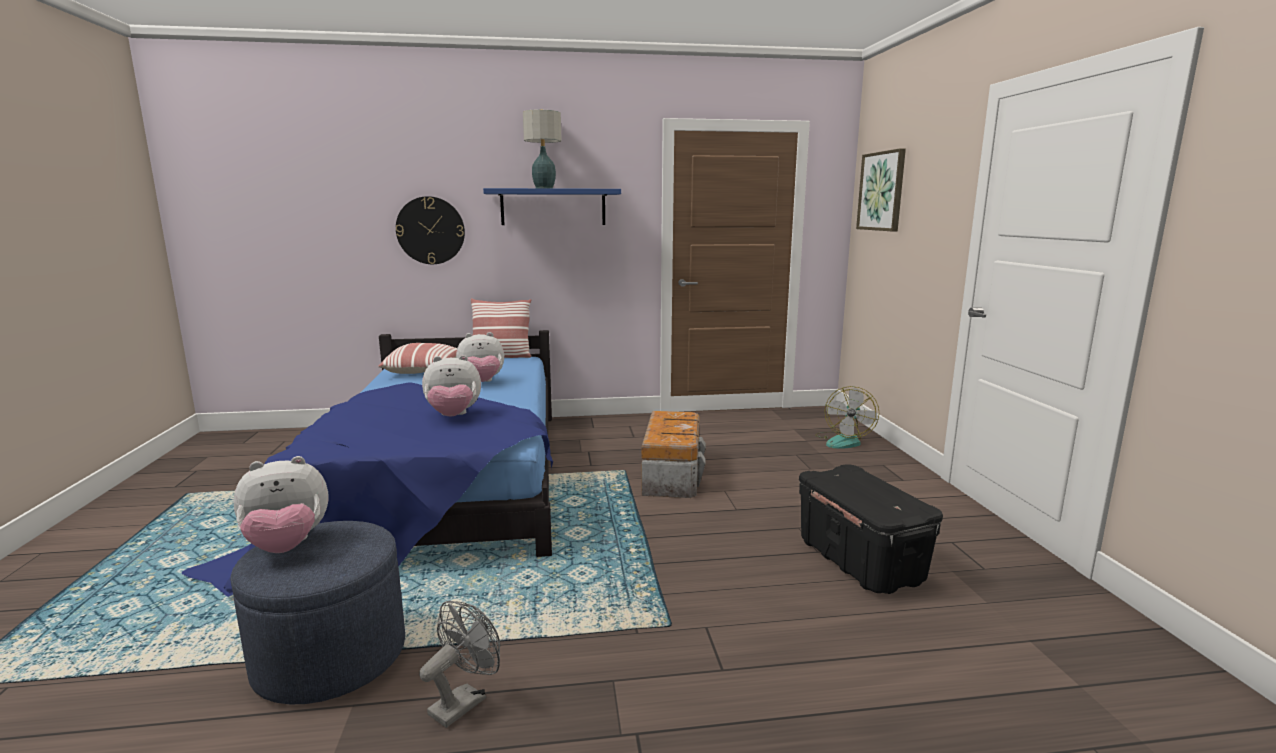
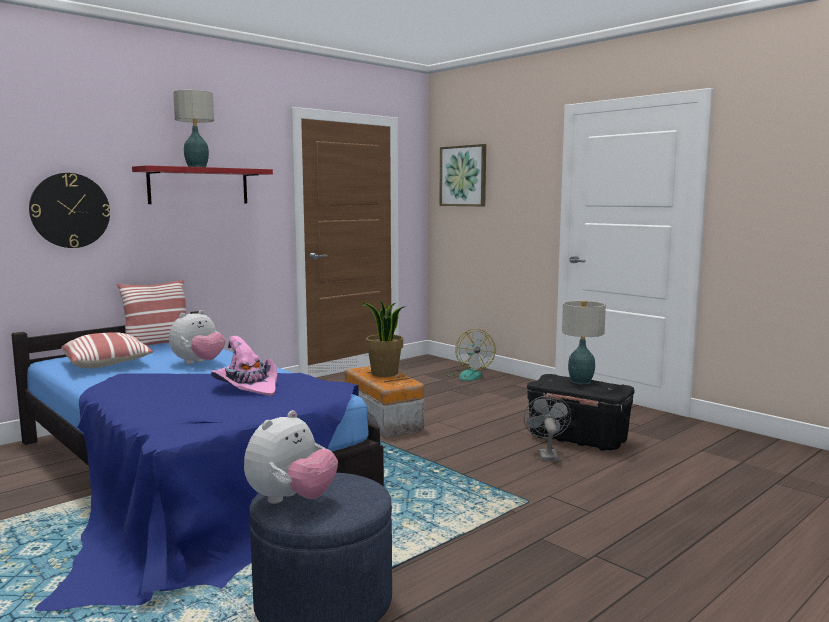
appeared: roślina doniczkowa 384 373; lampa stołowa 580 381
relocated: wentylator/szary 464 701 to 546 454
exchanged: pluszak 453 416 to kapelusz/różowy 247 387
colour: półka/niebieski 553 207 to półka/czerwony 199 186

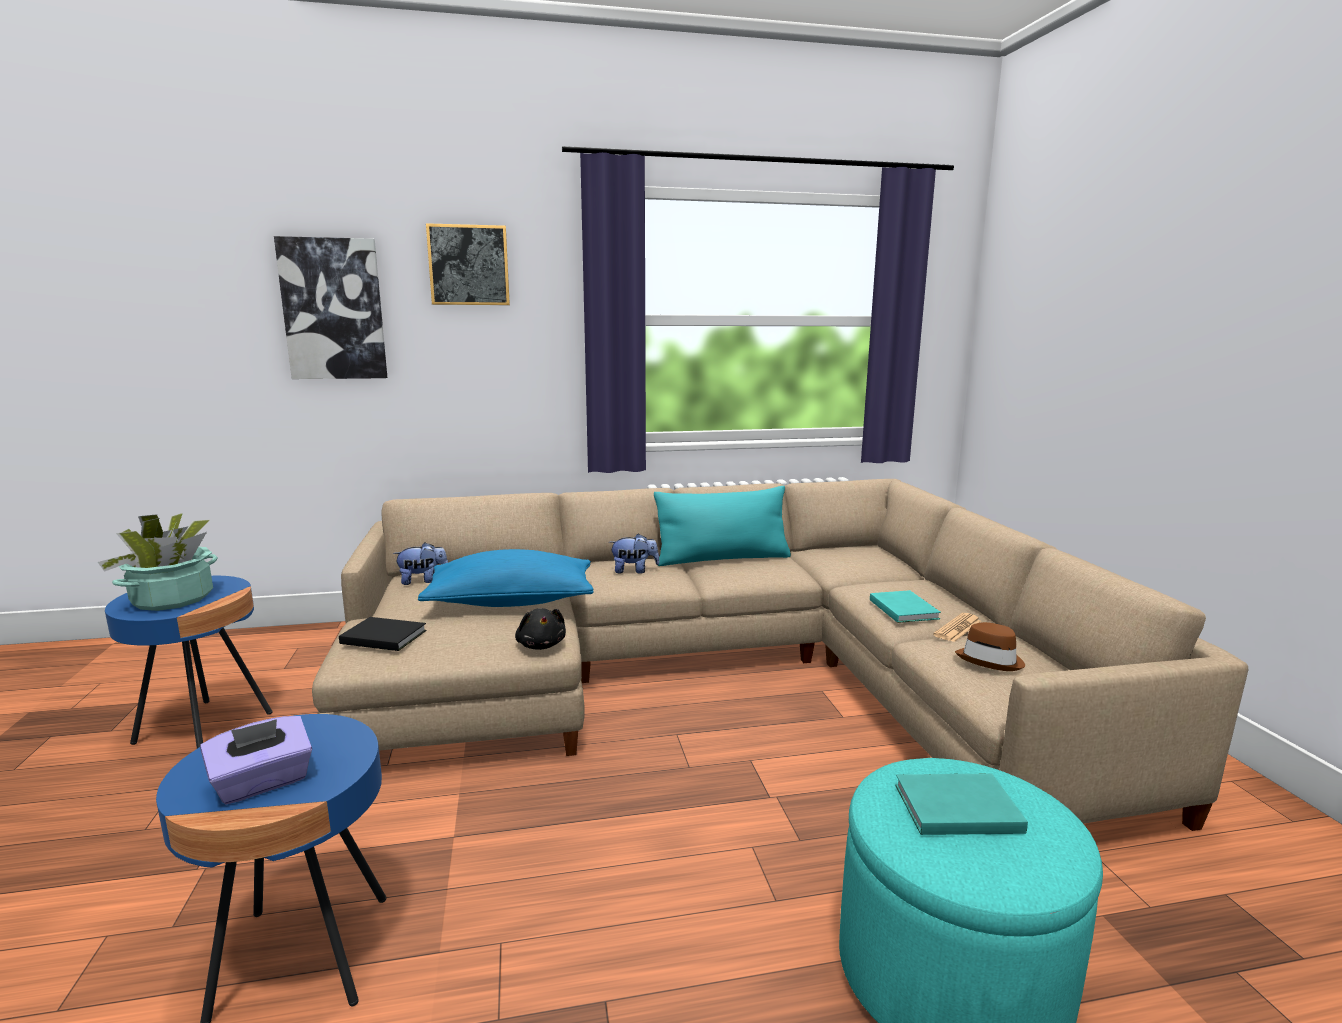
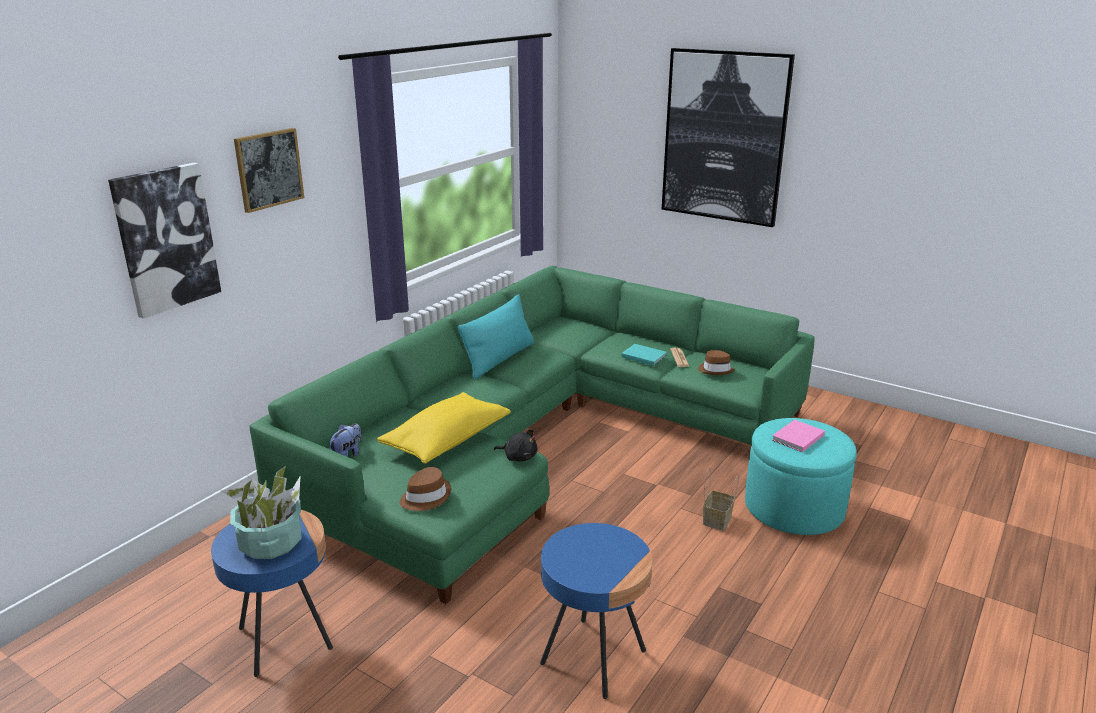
missing: pudełko chusteczek/fioletowy 262 783; pluszak 634 571
appeared: obraz 724 137; koszyk 717 520
exchanged: książka/czarny 382 636 to kapelusz/brązowy 425 497
colour: kanapa/beżowy 721 674 to kanapa/zielony 537 437; poduszka/niebieski 511 602 to poduszka/żółty 446 441; książka/turkusowy 953 807 to książka/różowy 796 438

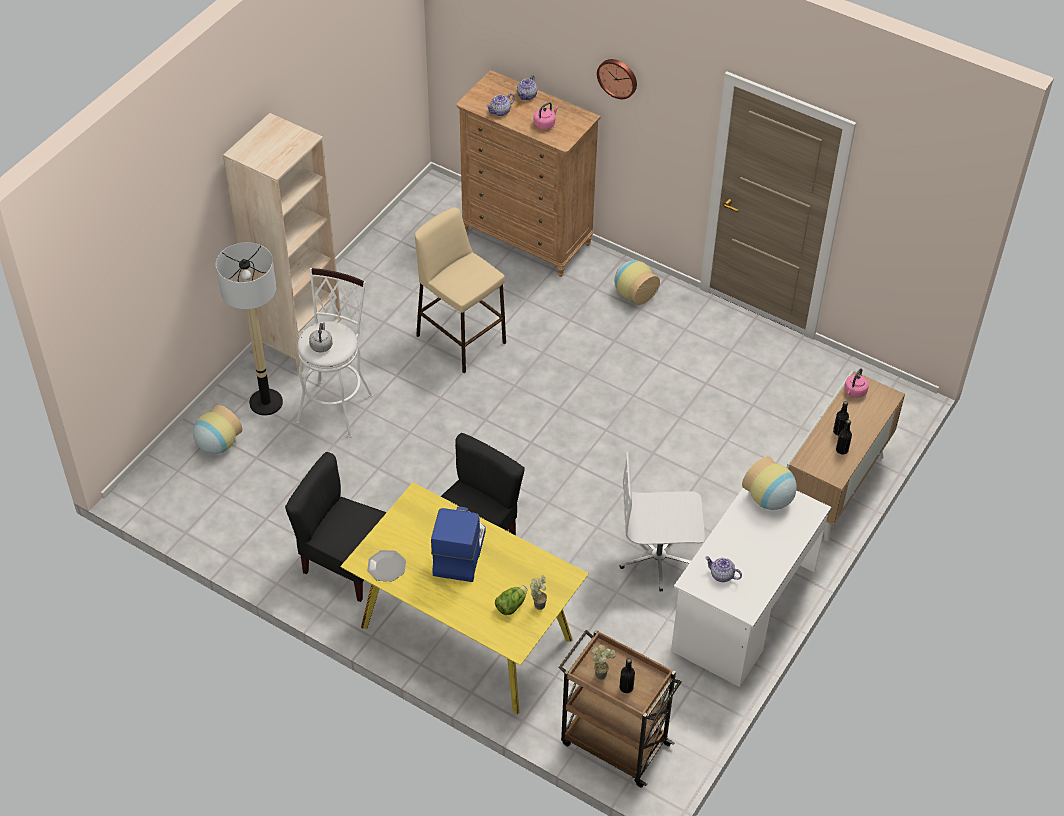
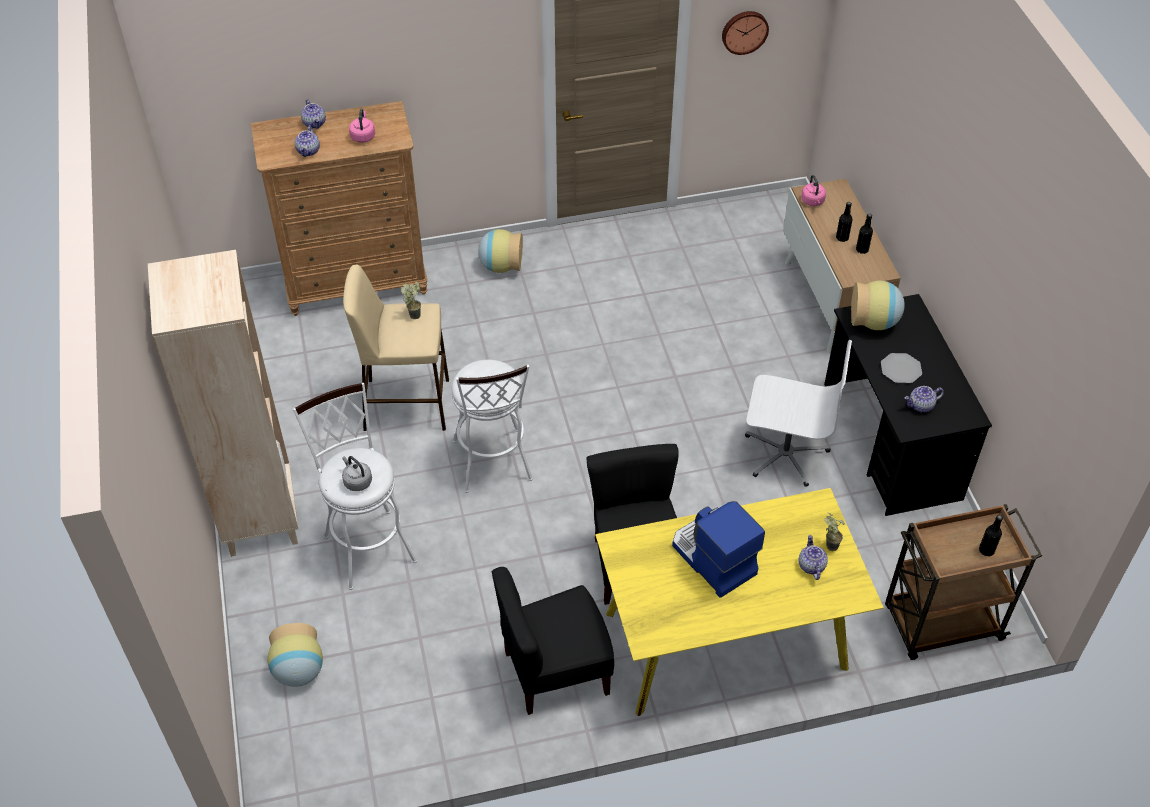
missing: lampa stojąca 266 402
appeared: stołek/biały 493 466
relocated: talerz 386 566 to 900 369; roślina doniczkowa 602 672 to 414 313; zegar ścienny 618 77 to 744 31
exchanged: sałata 511 605 to imbryk 811 565
colour: biurko/biały 743 610 to biurko/czarny 891 441
spun: krzesło biurowe/biały 659 558 = 785 453 120 degrees counterclockwise

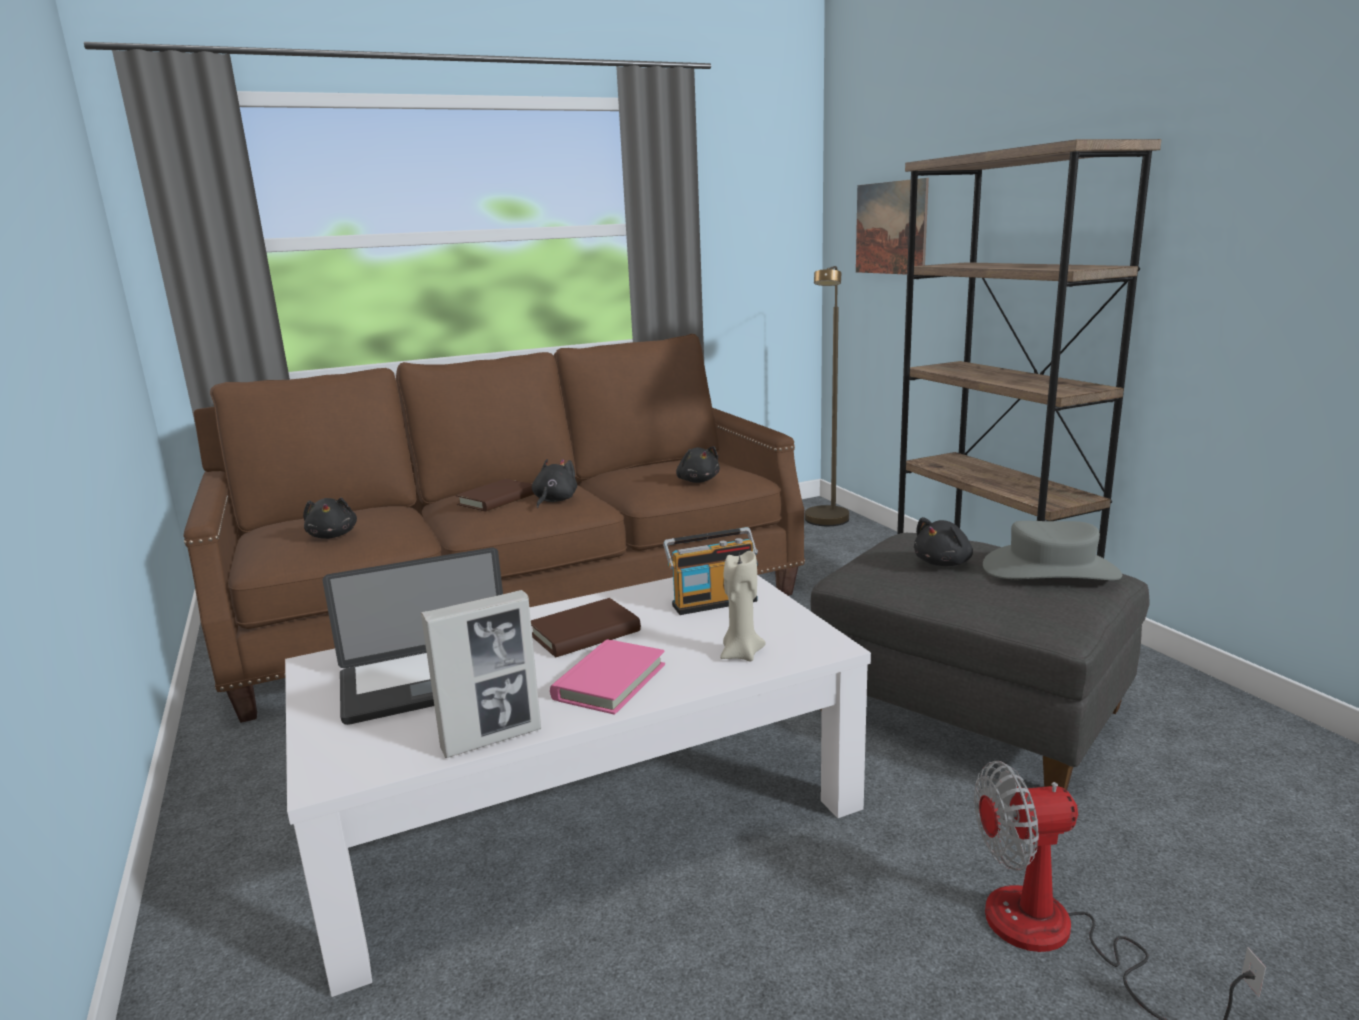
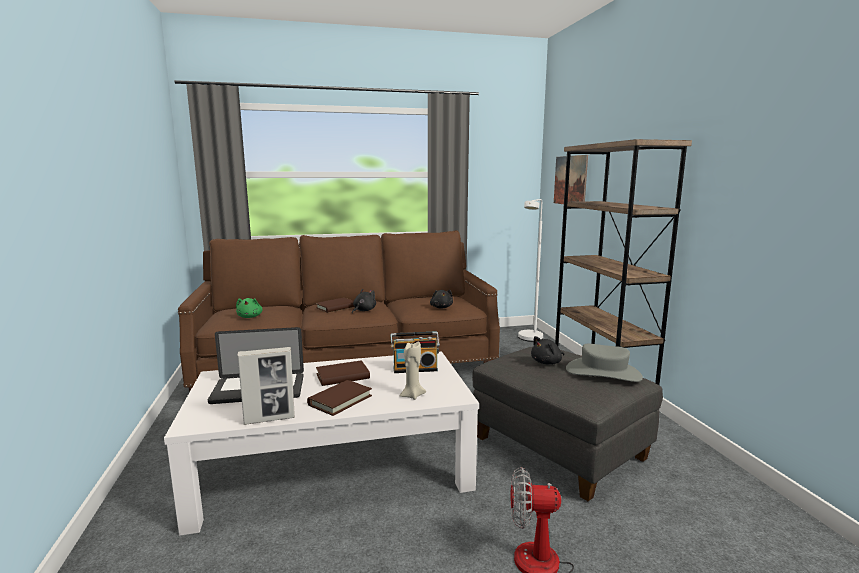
colour: pluszak/czarny 333 535 to pluszak/zielony 250 317; książka/różowy 609 681 to książka/brązowy 340 400; lampa stojąca/brązowy 826 523 to lampa stojąca/biały 529 339

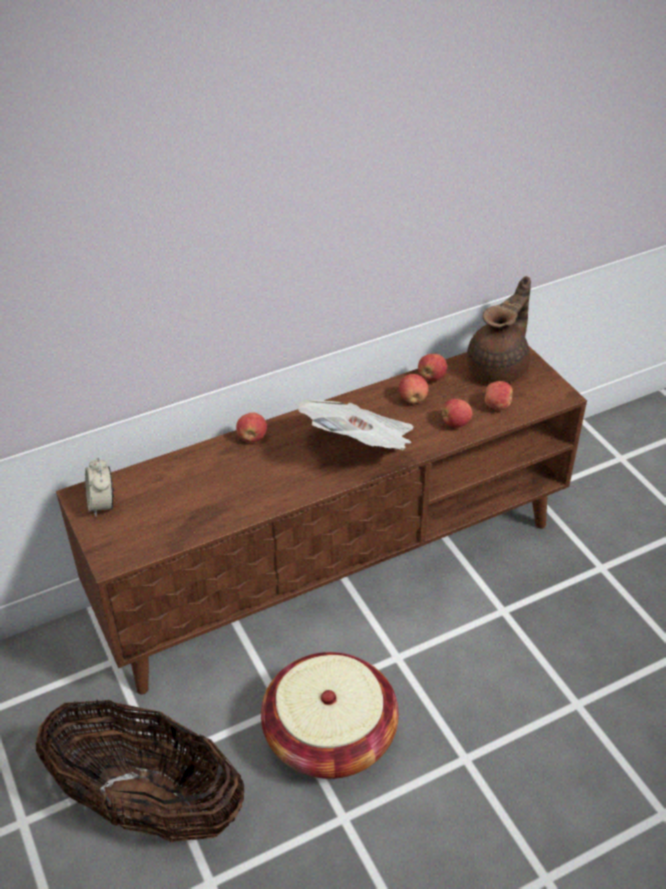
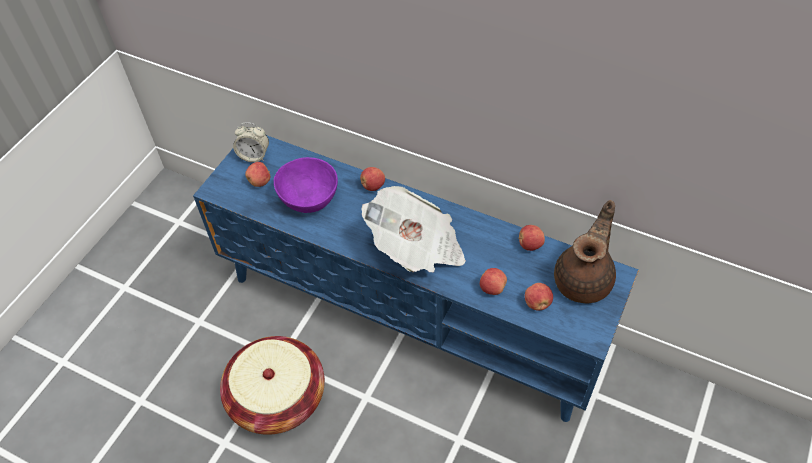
missing: koszyk 148 804
appeared: miska/fioletowy 309 198
relocated: jabłko 412 399 to 260 181
colour: szafka pod telewizor/brązowy 335 567 to szafka pod telewizor/niebieski 411 314
spun: budzik 102 504 = 254 156 120 degrees counterclockwise; imbryk/brązowy 499 367 = 584 280 60 degrees counterclockwise

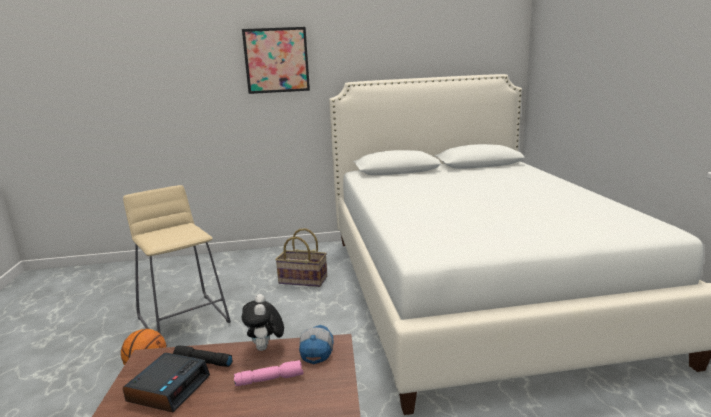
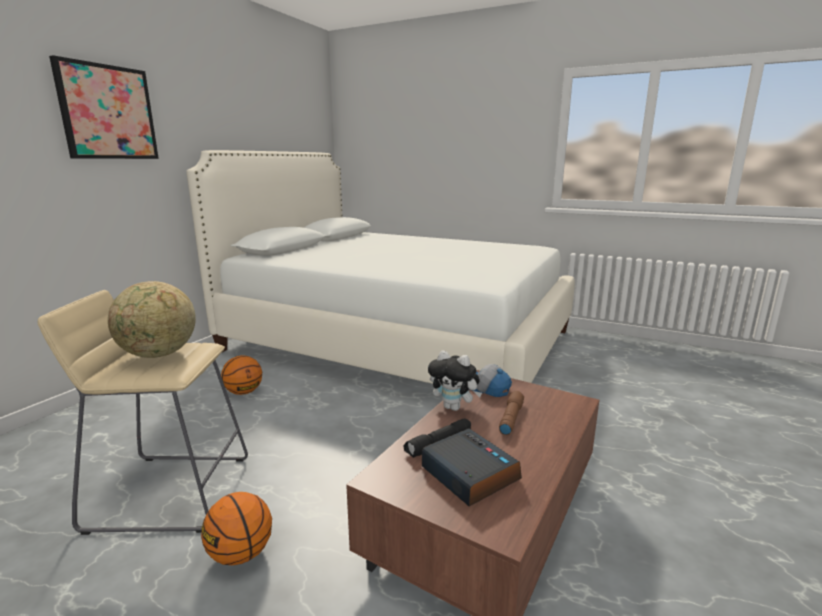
appeared: globus 159 355
exchanged: koszyk 302 280 to piłka do koszykówki 244 392
colour: latarka/różowy 270 379 to latarka/brązowy 510 418

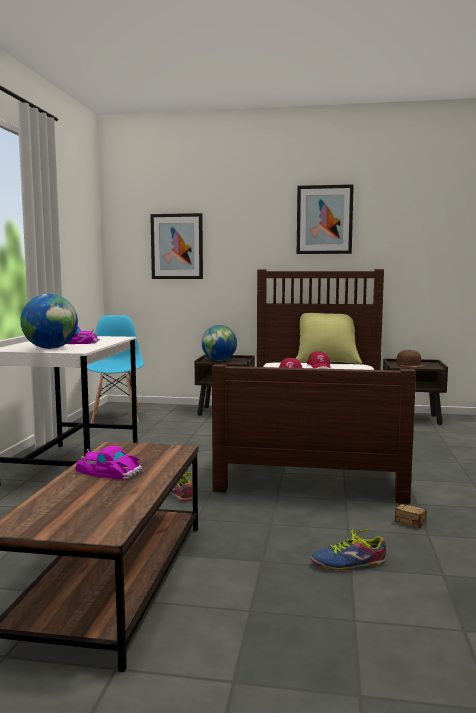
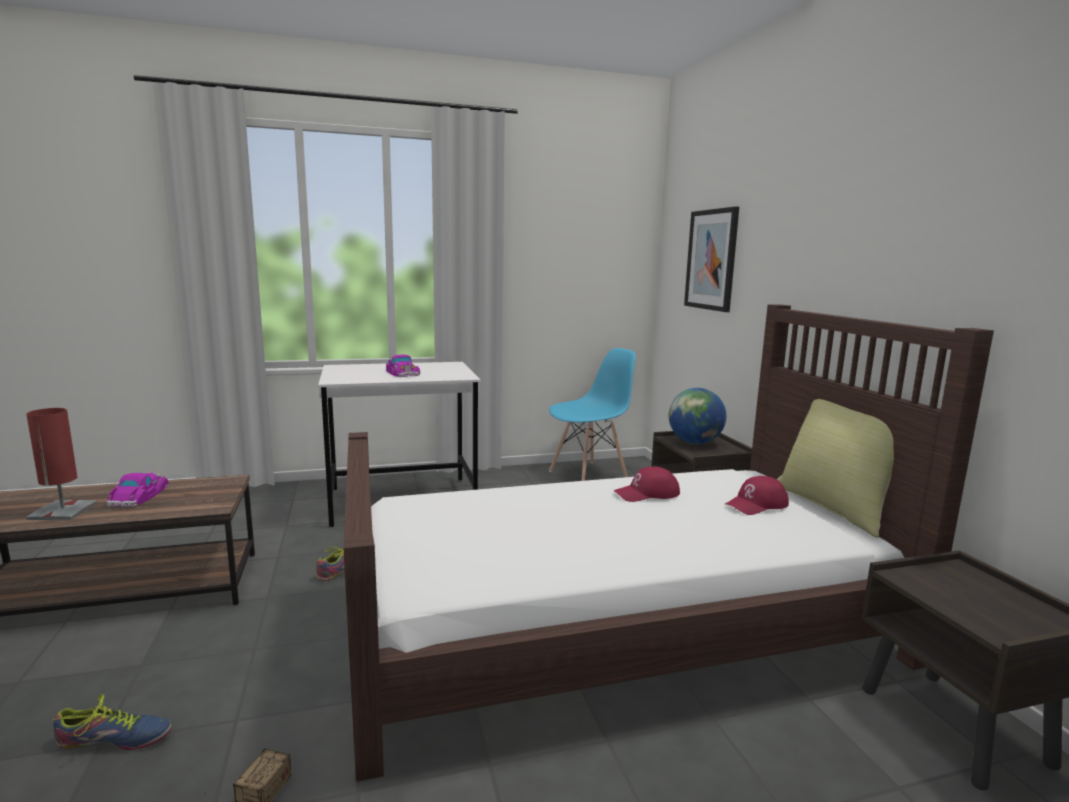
missing: globus 51 348; obraz 324 220; czapka z daszkiem/brązowy 410 365
appeared: lampa stołowa/czerwony 63 511
spun: but 349 563 = 115 738 120 degrees clockwise

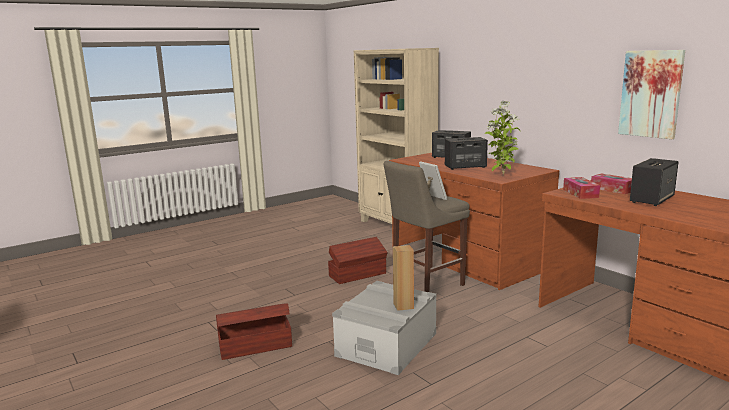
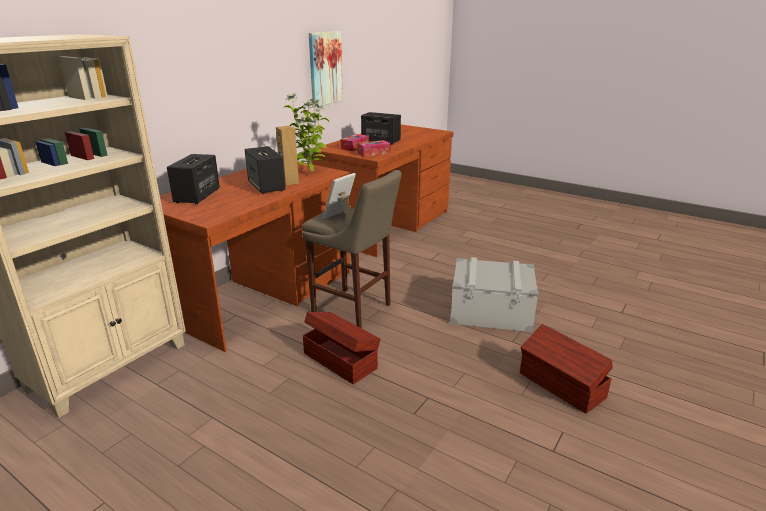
relocated: głośnik/brązowy 403 306 to 289 182

